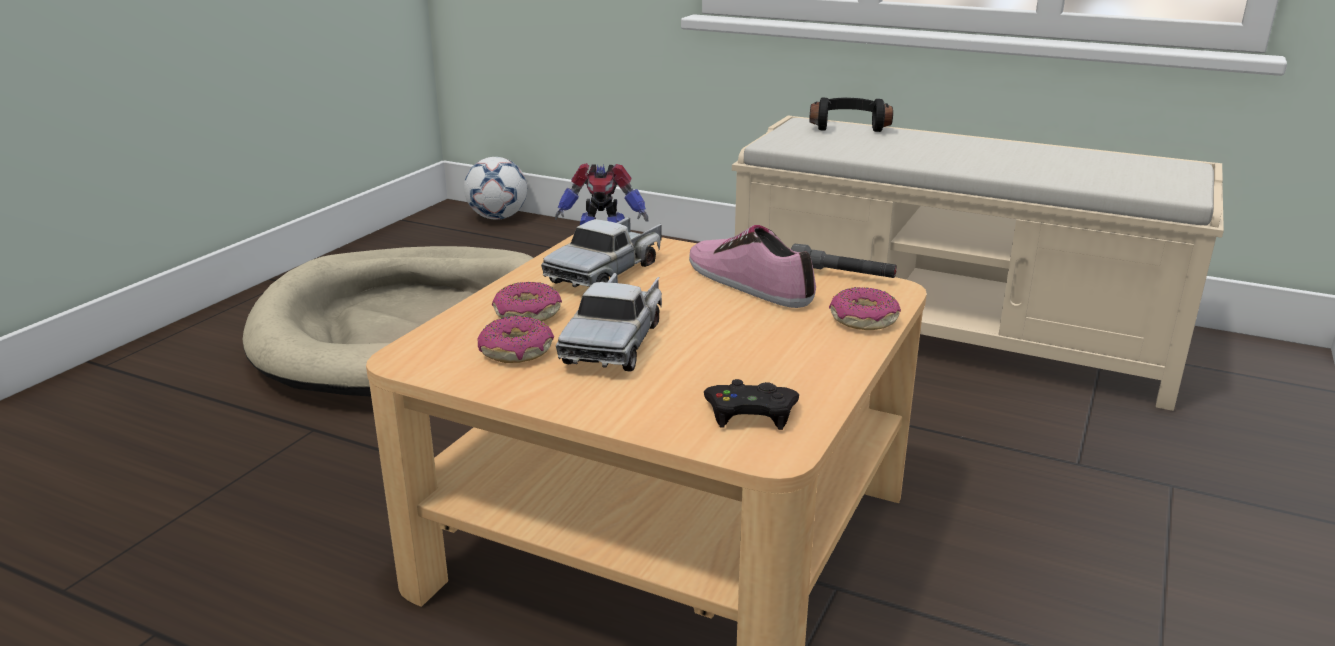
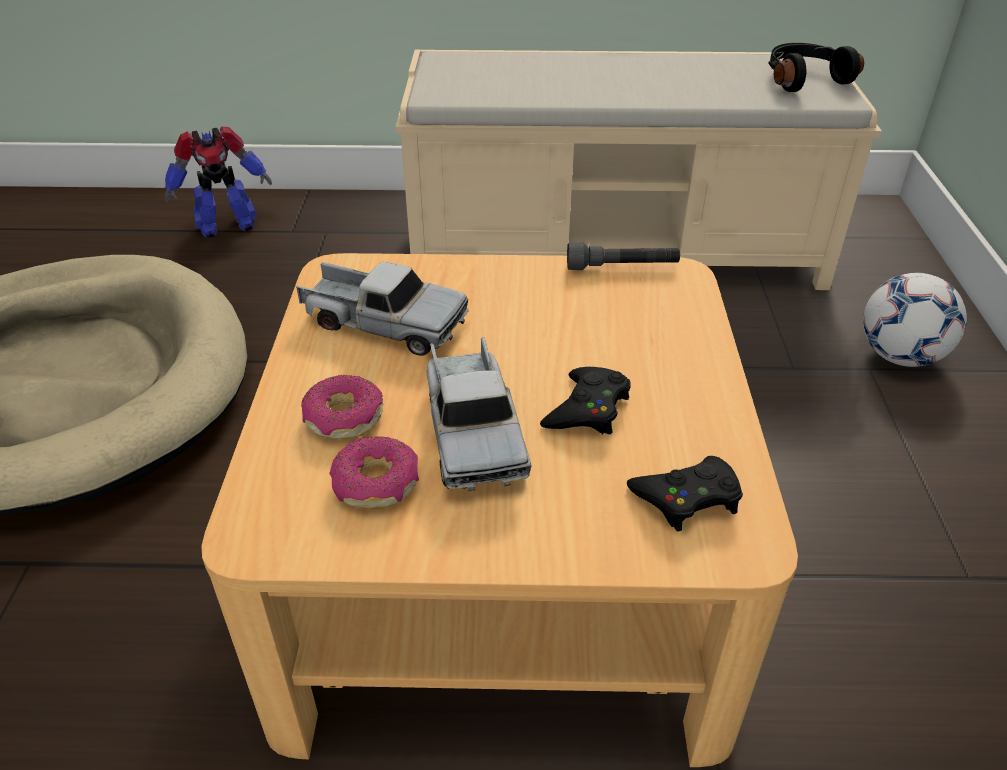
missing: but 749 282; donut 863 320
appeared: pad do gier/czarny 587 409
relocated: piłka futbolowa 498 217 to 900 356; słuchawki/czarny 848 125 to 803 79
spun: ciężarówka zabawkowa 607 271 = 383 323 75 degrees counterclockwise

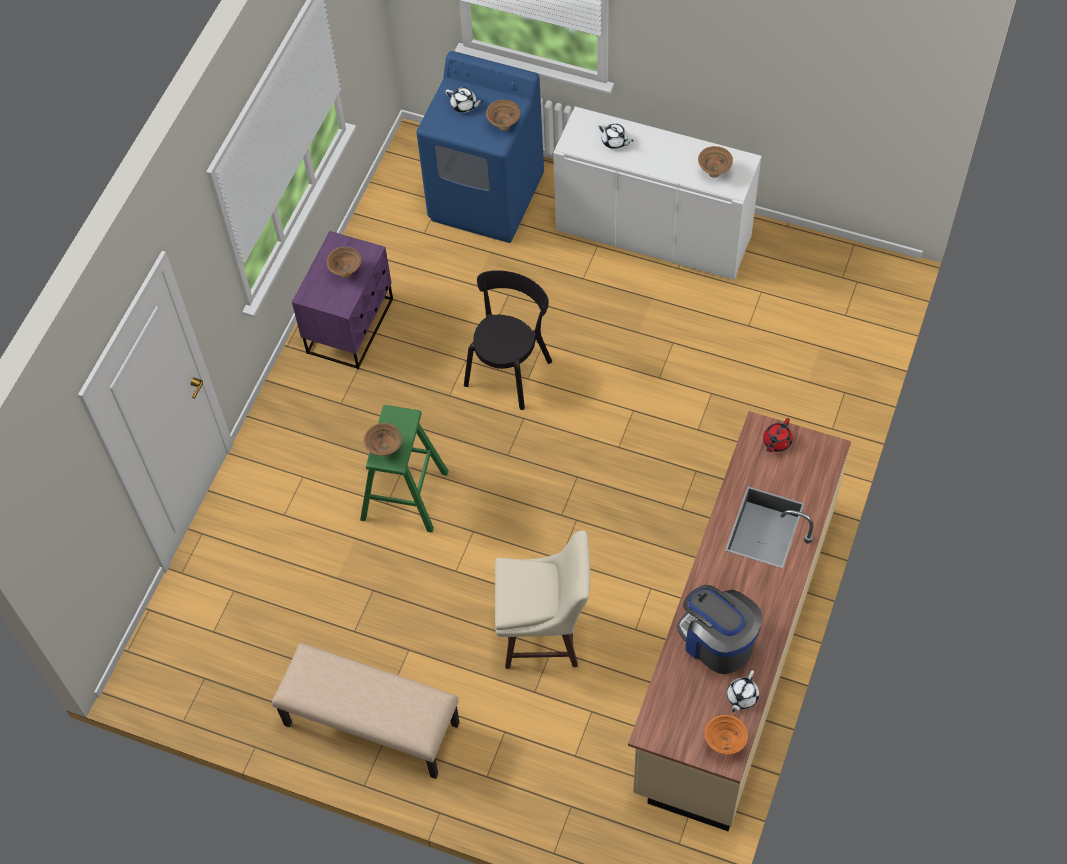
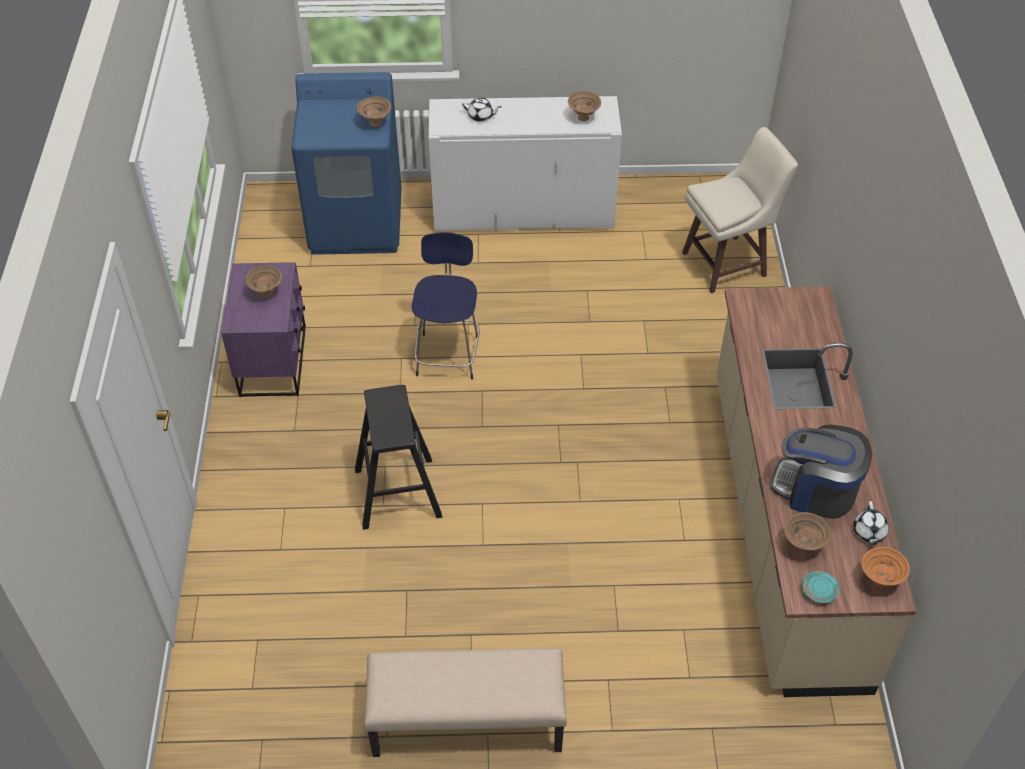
missing: imbryk/biały 464 105; imbryk/czerwony 776 442
appeared: talerz/turkusowy 819 591
relocated: miska/brązowy 385 450 to 803 546; stołek/beżowy 544 635 to 726 264
exchanged: krzesło/czarny 510 369 to stołek/niebieski 448 354
colour: stołek/zielony 404 495 to stołek/czarny 397 492

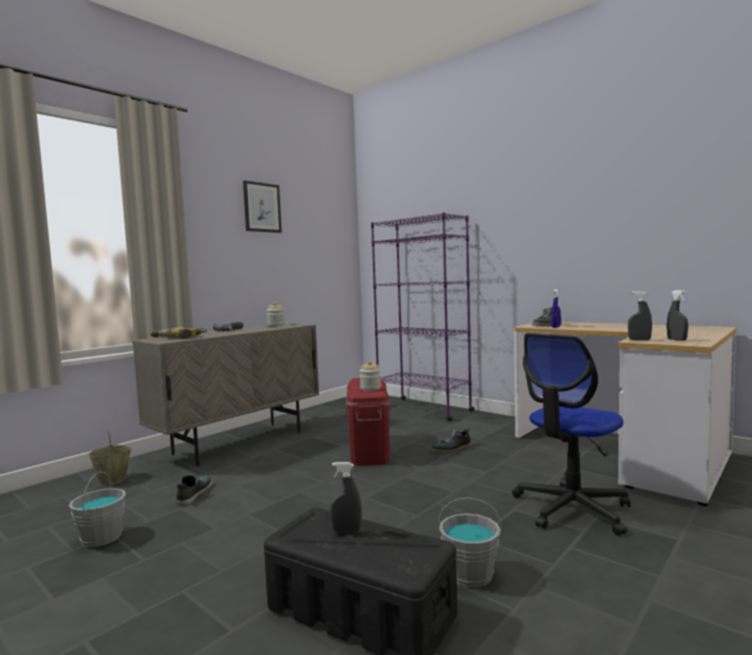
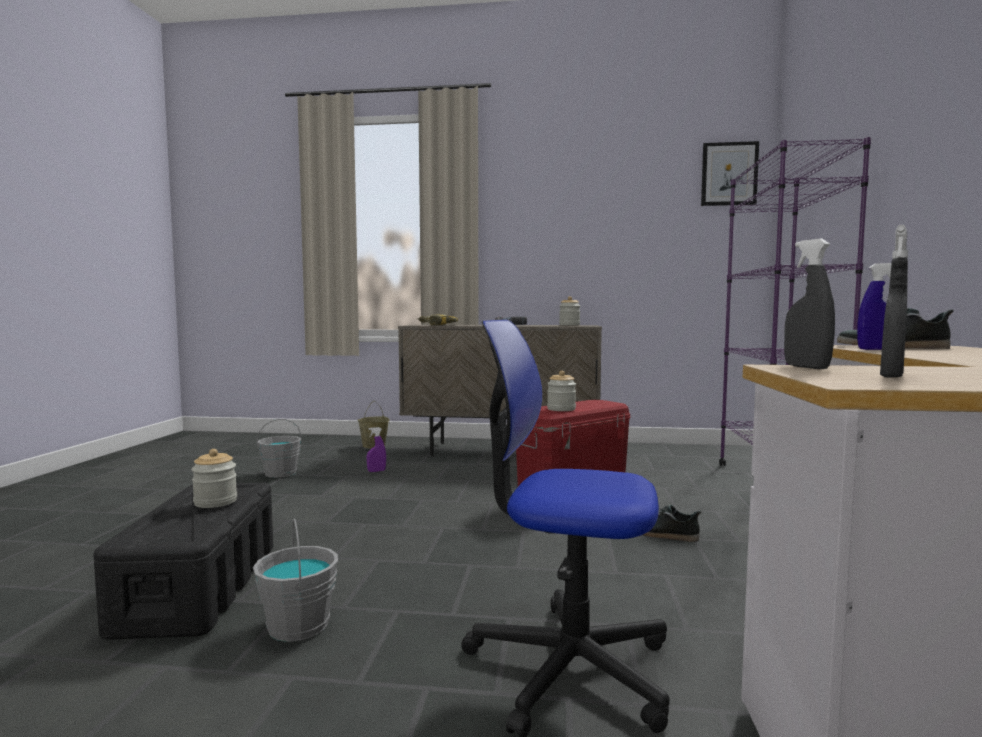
relocated: obraz 262 207 to 729 174
exchanged: but 194 493 to spryskiwacz/fioletowy 376 471; spryskiwacz/szary 346 531 to słoik 215 502

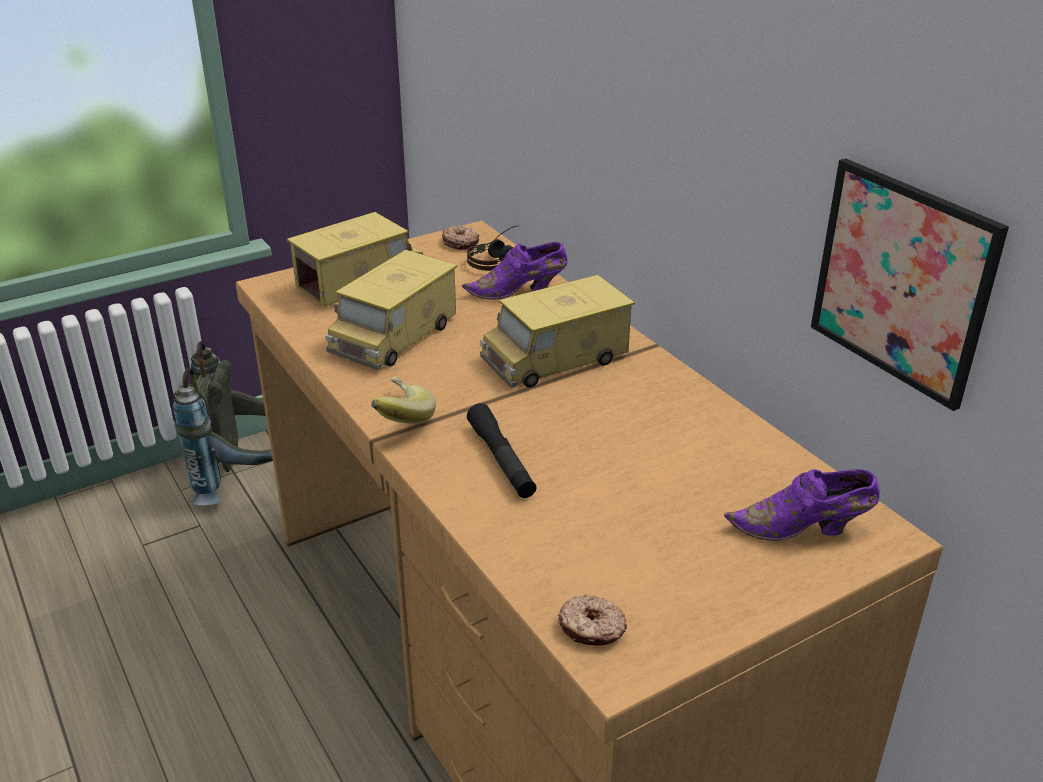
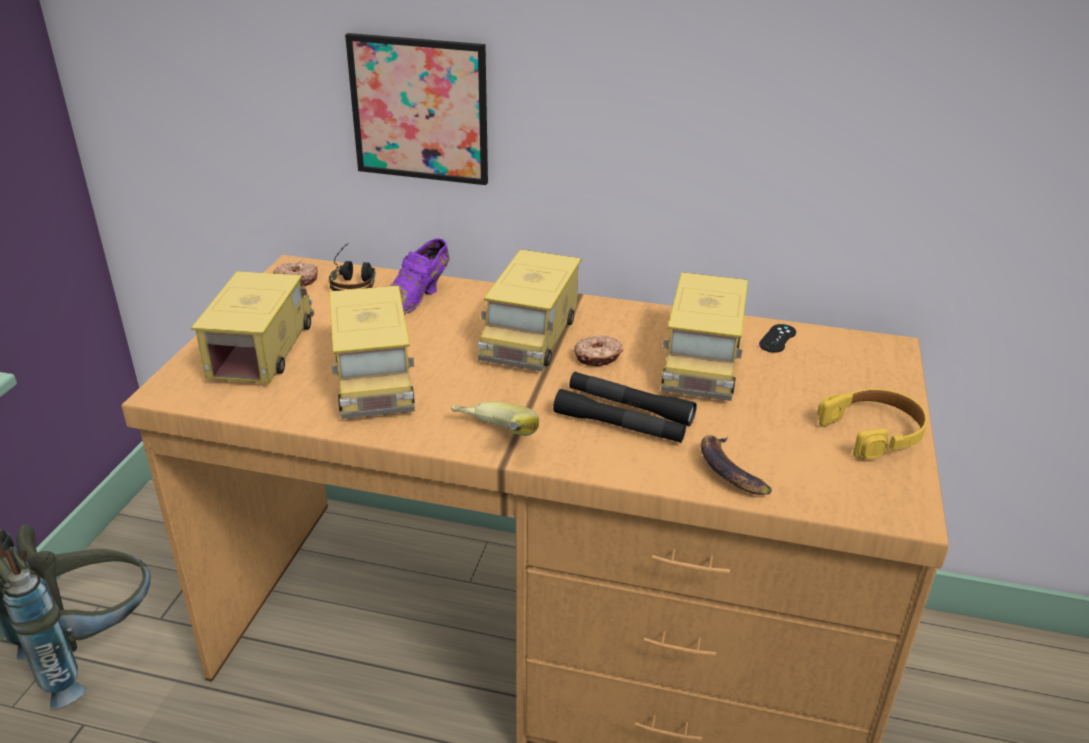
missing: but/fioletowy 803 530
appeared: latarka/czarny 630 406; ciężarówka zabawkowa 702 363; banan 729 470; pad do gier/czarny 777 338; słuchawki/żółty 874 431
relocated: donut 591 629 to 598 357; obraz 901 281 to 419 109

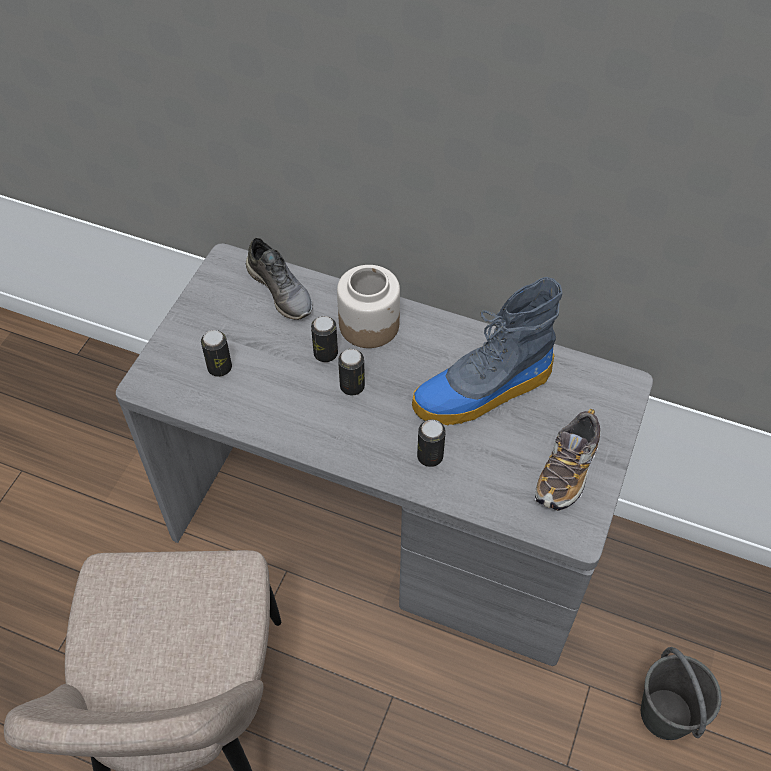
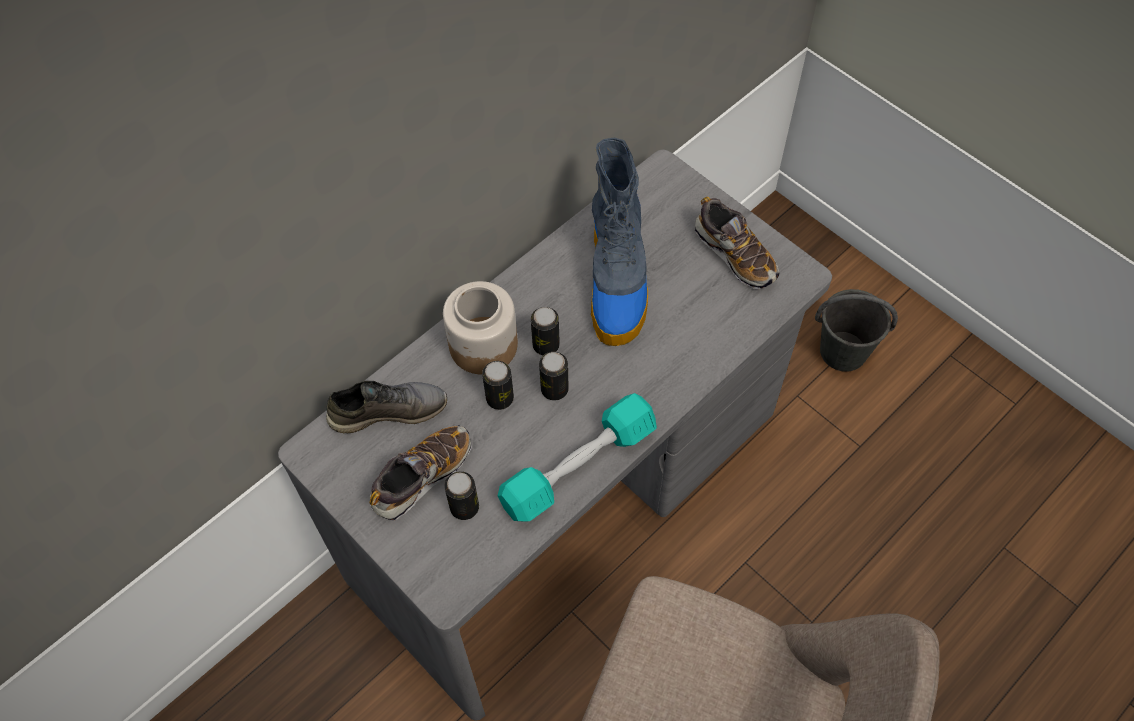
appeared: but 422 477; hantel/turkusowy 578 466
relocated: puszka 430 456 to 546 345

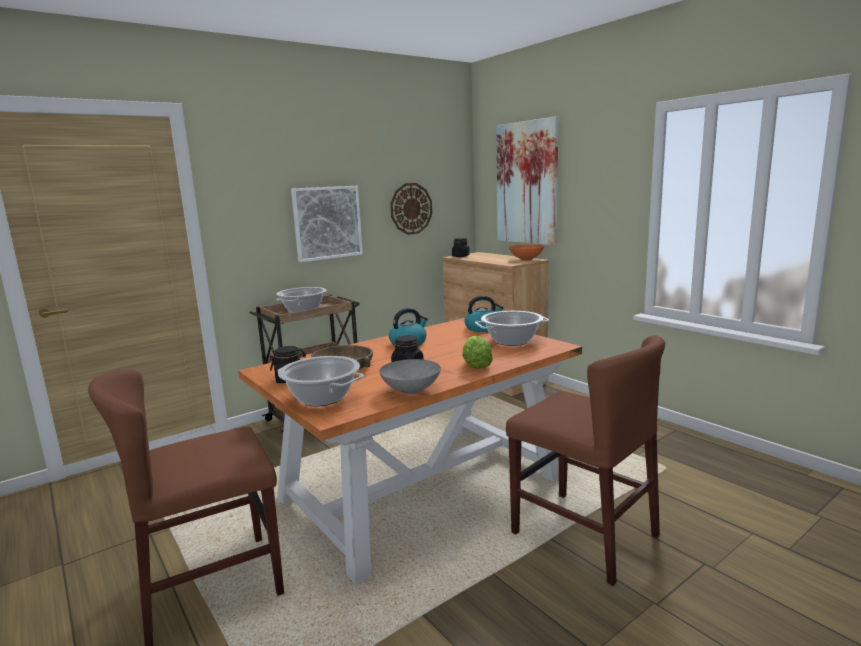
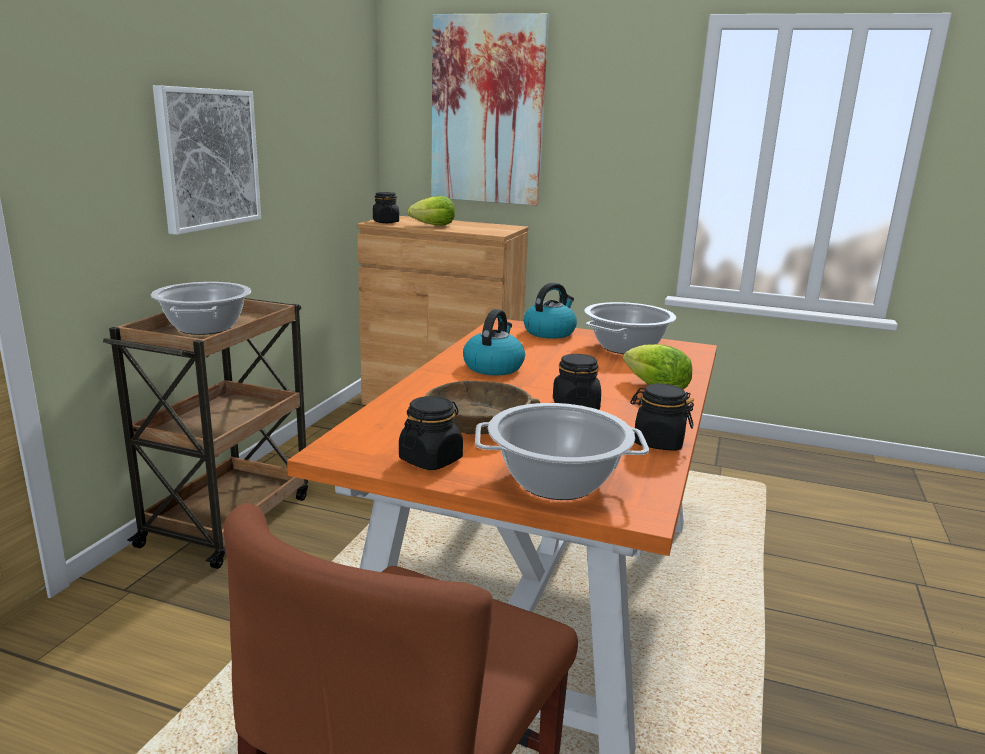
missing: zegar ścienny 411 208; krzesło/brązowy 584 534; miska/pomarańczowy 527 259
appeared: sałata 434 225
exchanged: miska/szary 412 391 to słoik/czarny 658 442

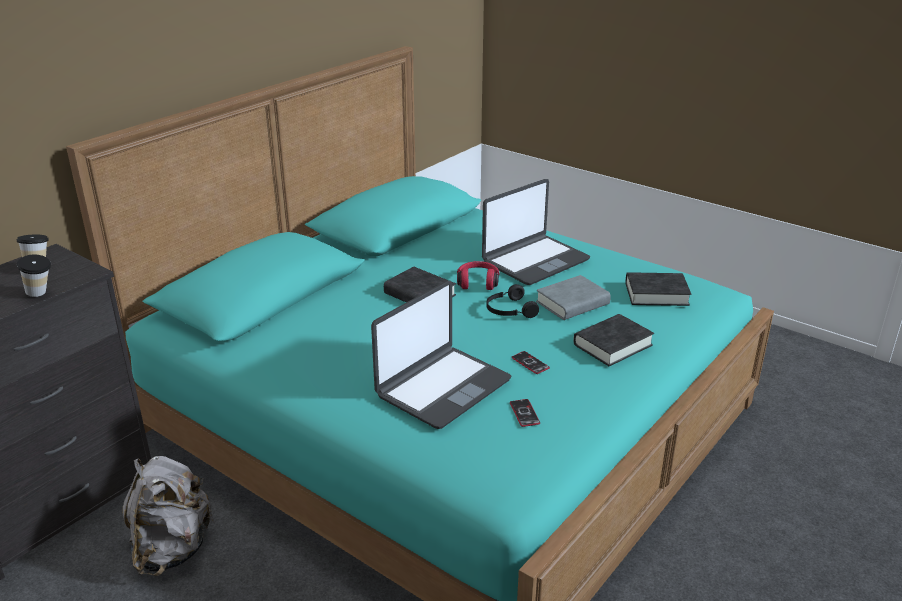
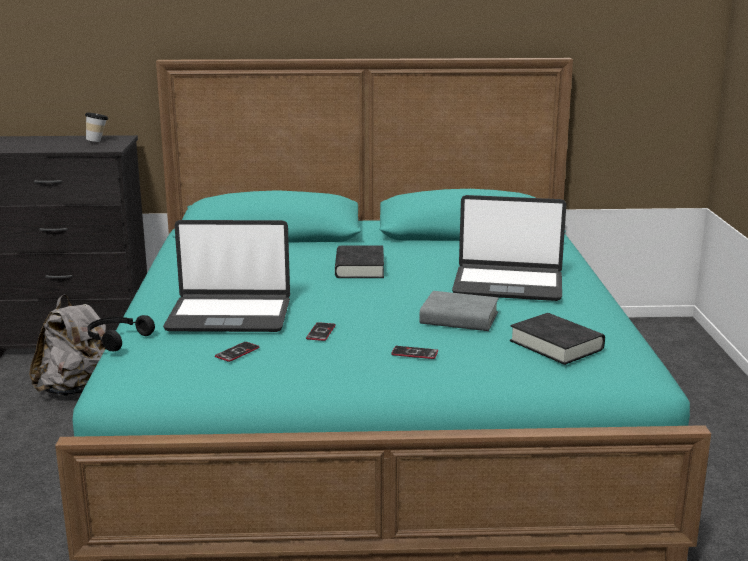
missing: filiżanka 41 294; słuchawki/czerwony 477 282
relocated: słuchawki/czarny 509 310 to 116 339
exchanged: książka/czarny 612 345 to telefon 414 353

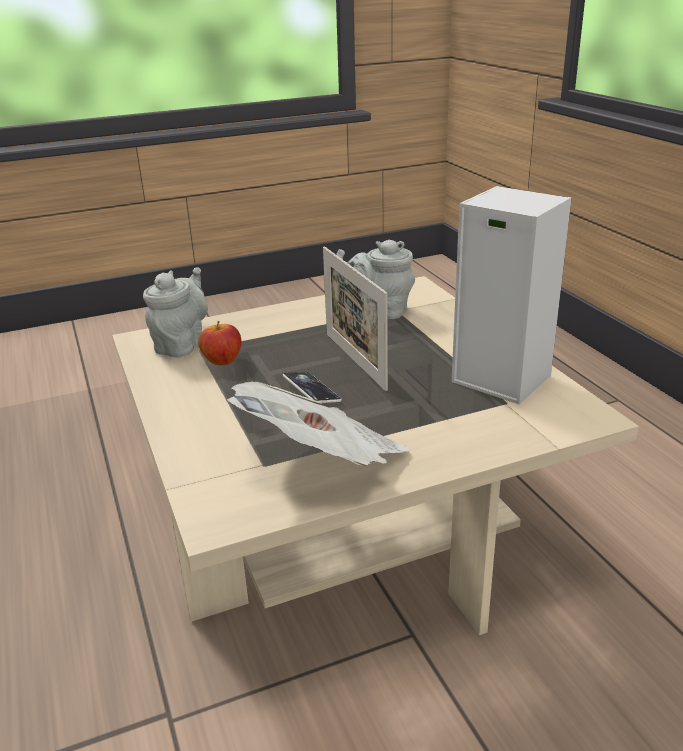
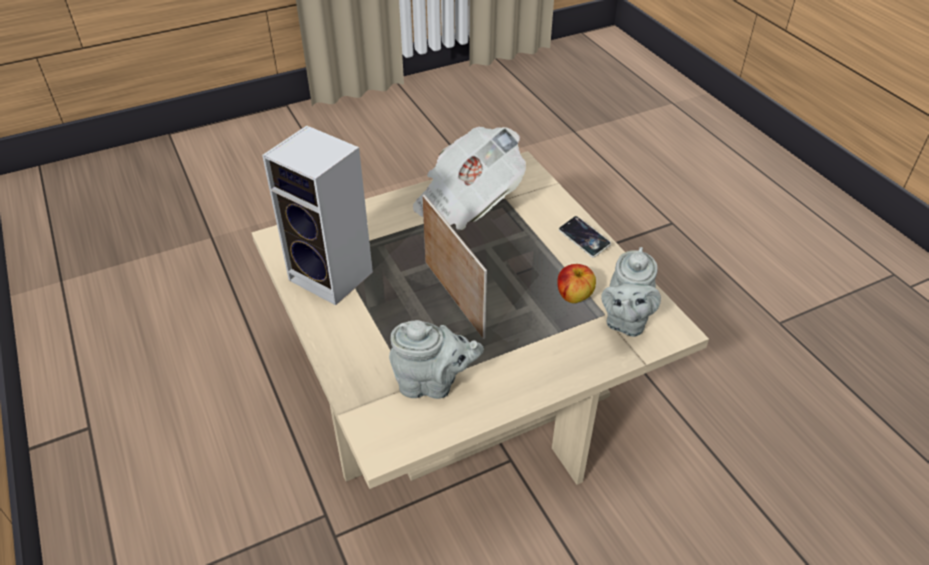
relocated: telefon 311 391 to 583 239

